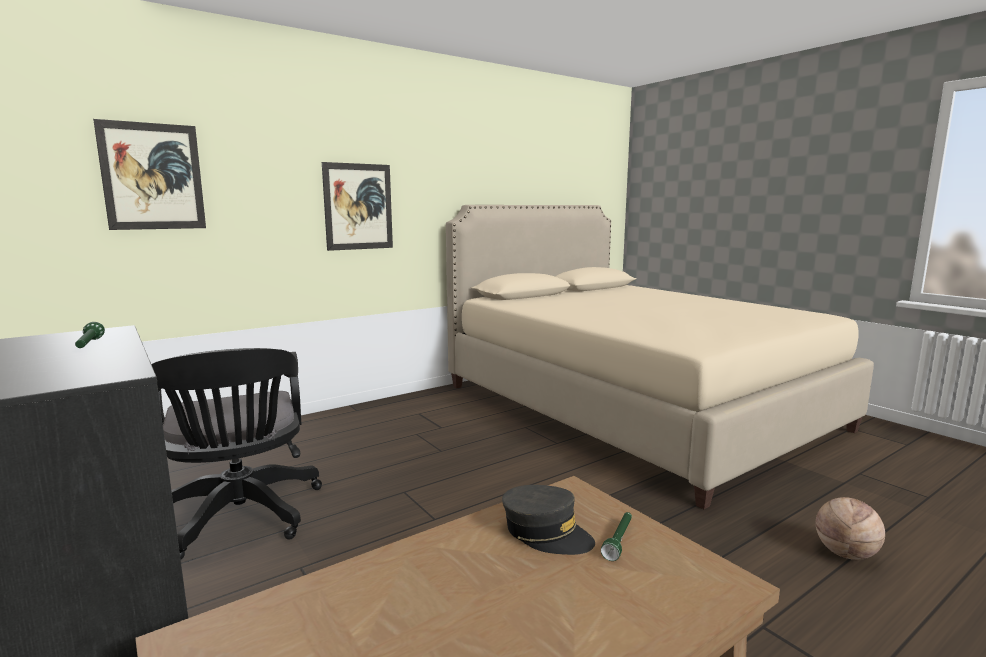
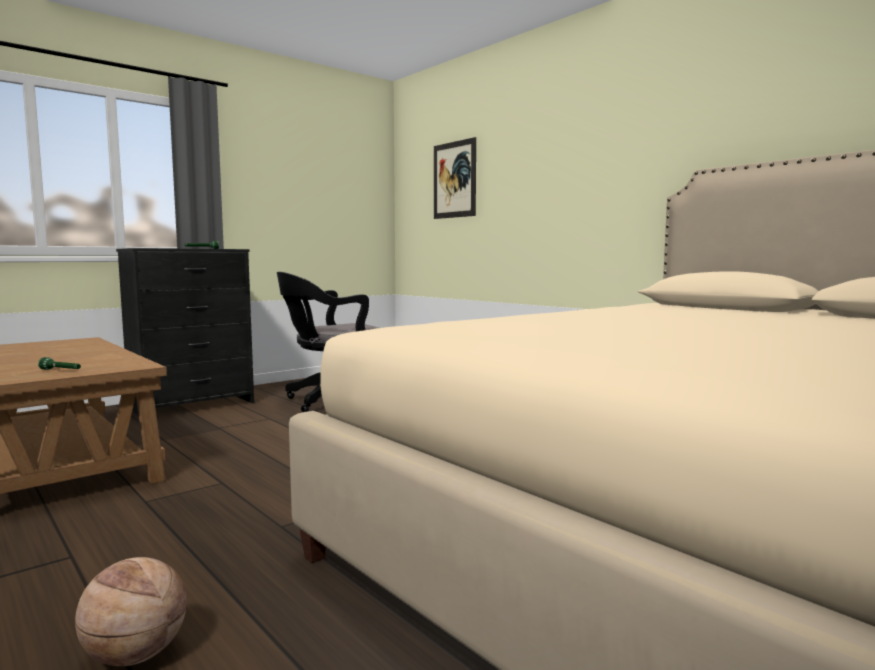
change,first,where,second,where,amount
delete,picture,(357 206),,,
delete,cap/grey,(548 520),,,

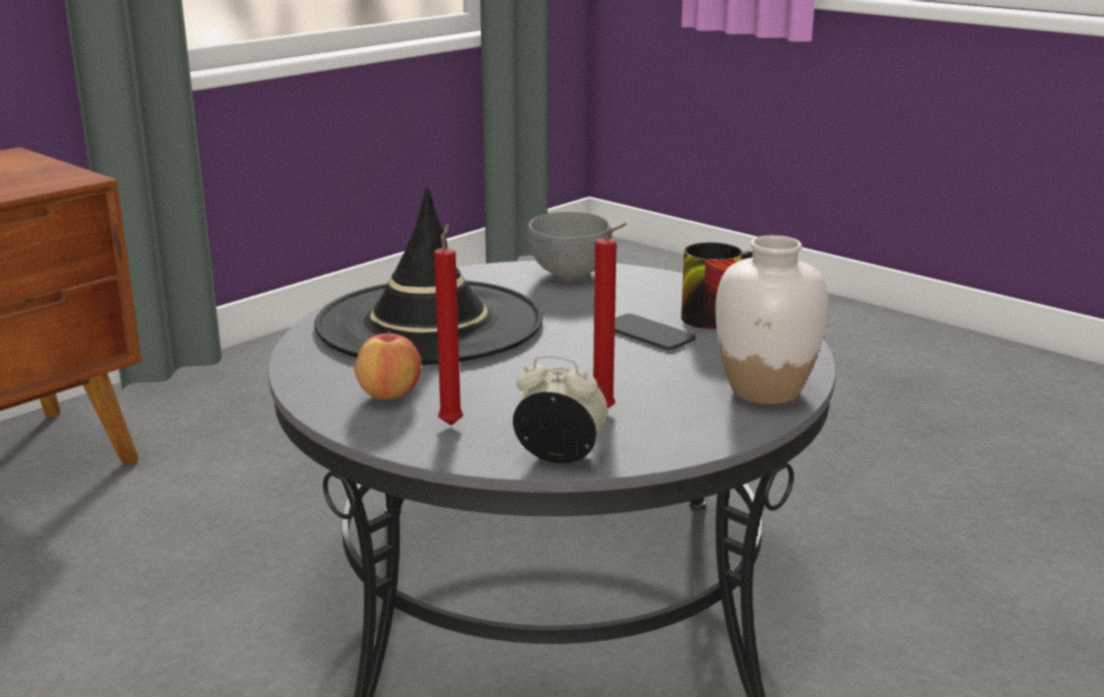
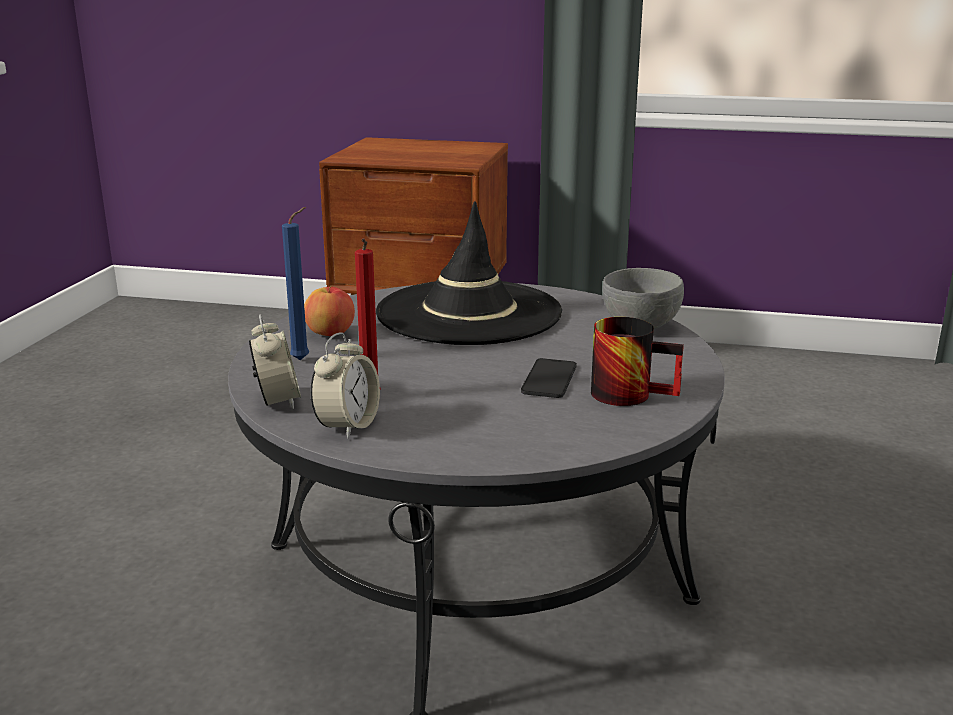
change,first,where,second,where,amount
recolor,candle/red,(448 324),candle/blue,(295 283),
insert,,,alarm clock,(345 385),
delete,vase/white,(771 319),,,

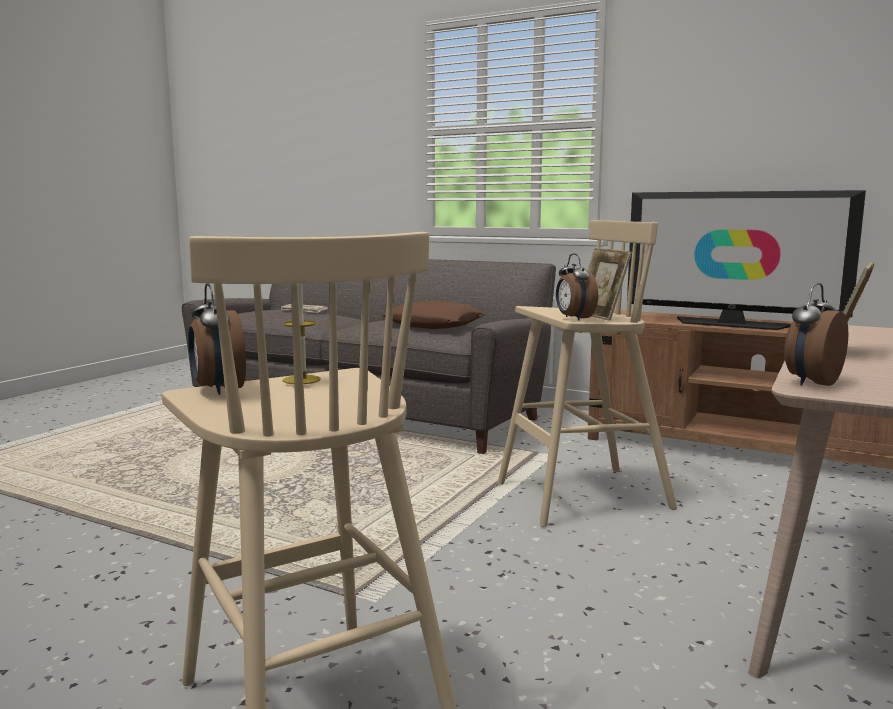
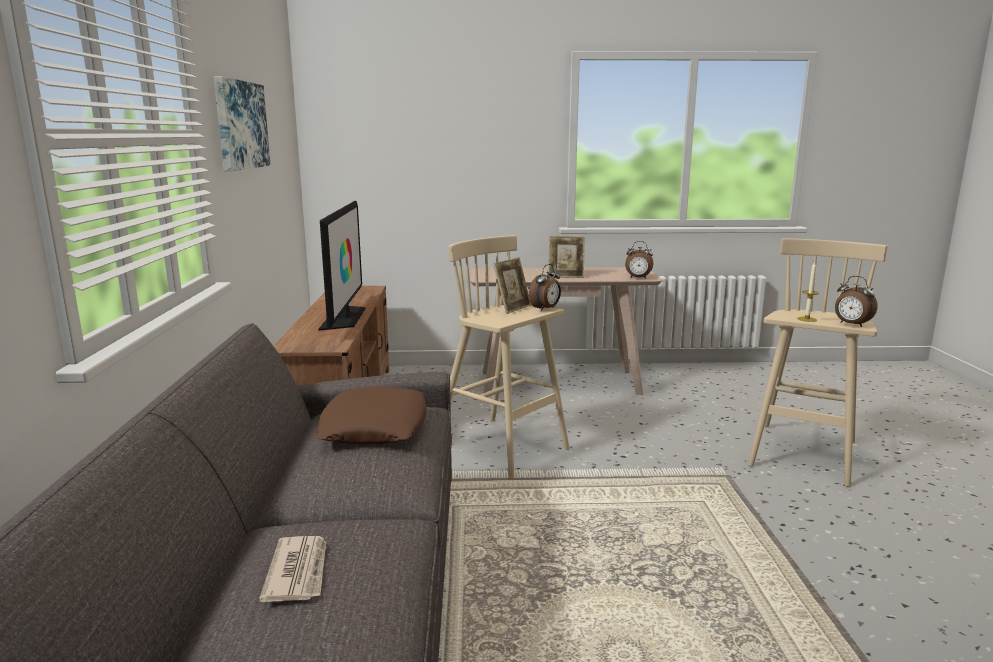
change,first,where,second,where,amount
insert,,,picture,(242 123),
rotate,alarm clock,(217 339),,(856 301),105 degrees clockwise

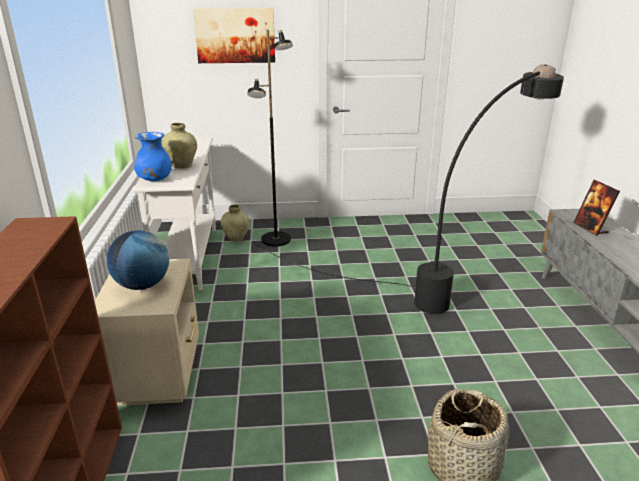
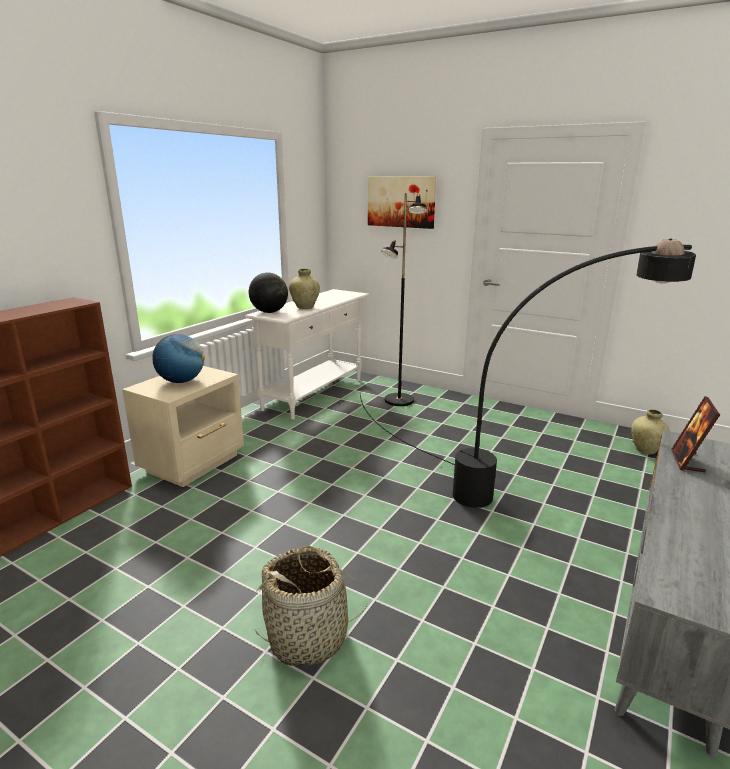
change,first,where,second,where,amount
replace,vase/blue,(153 156),globe,(268 292),
move,vase/beige,(235 223),,(650 431),

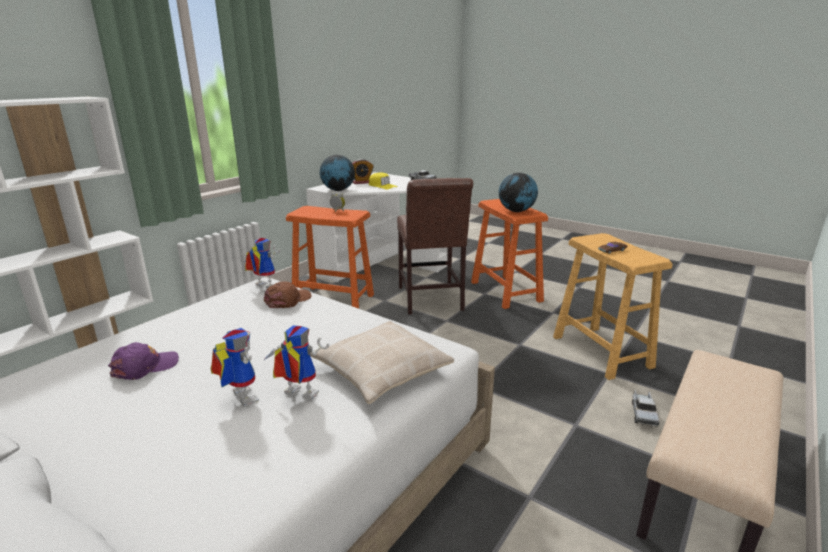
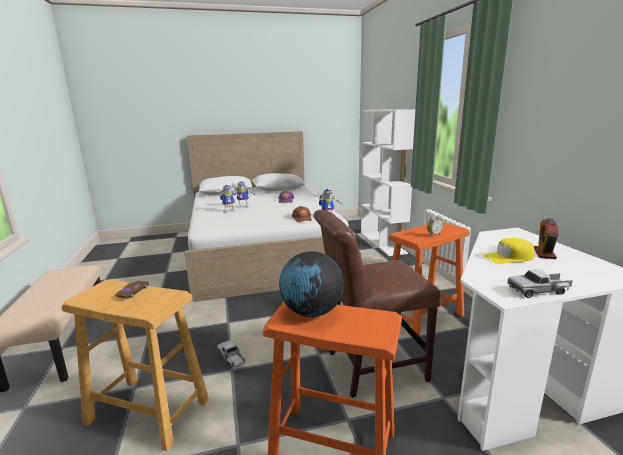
change,first,where,second,where,amount
move,toy truck,(646 408),,(231 354),
rotate,chair/brown,(435 246),,(377 304),45 degrees counterclockwise
delete,pillow/beige,(382 362),,,
delete,globe,(337 173),,,

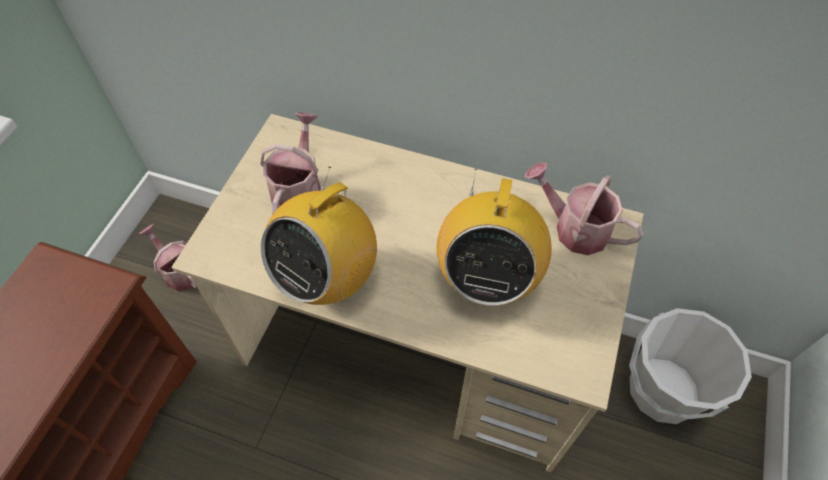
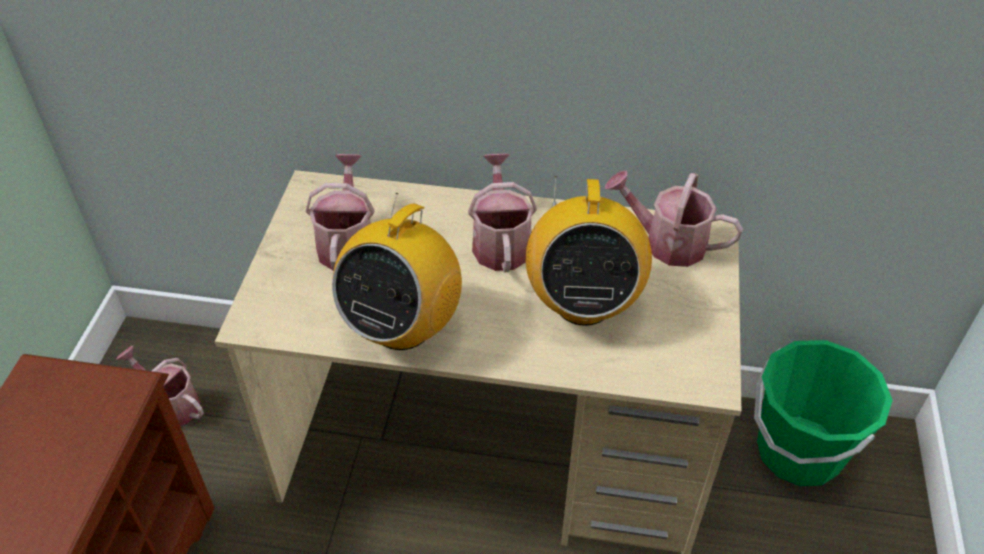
change,first,where,second,where,amount
insert,,,watering can,(502 212),
recolor,bucket/white,(690 366),bucket/green,(823 413),

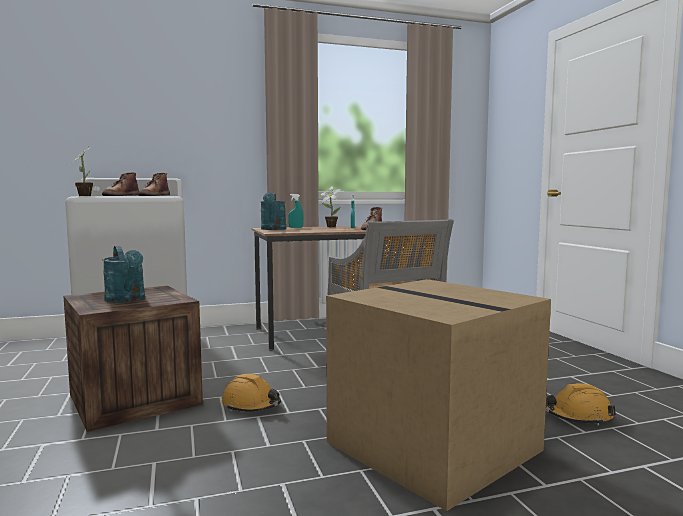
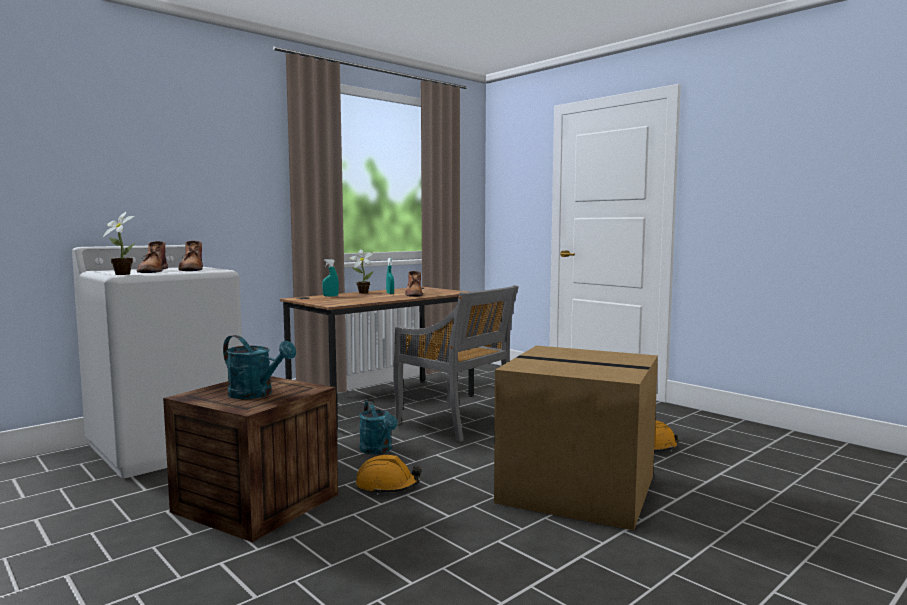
change,first,where,second,where,amount
move,watering can/turquoise,(273 211),,(378 427),

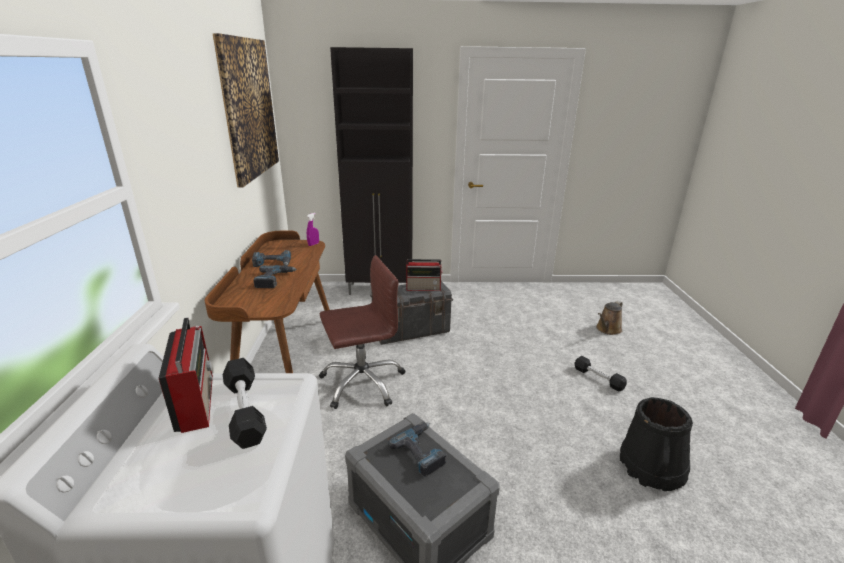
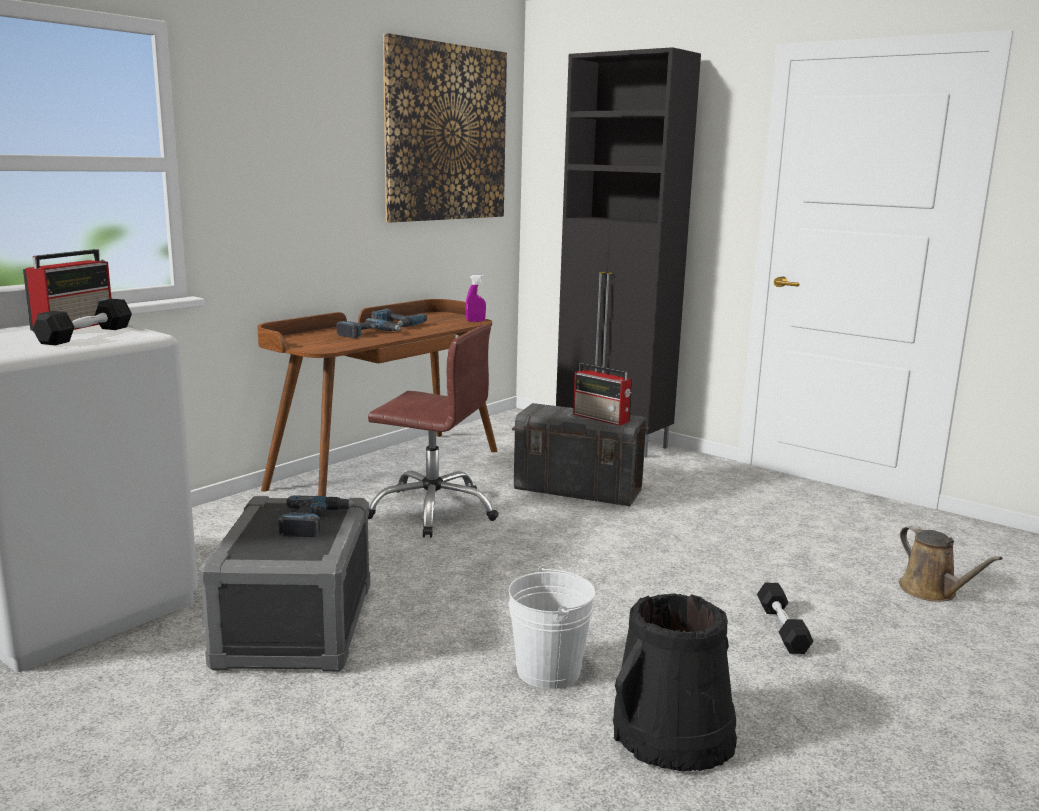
change,first,where,second,where,amount
insert,,,bucket/white,(552 627),
rotate,watering can/brown,(609 318),,(951 563),105 degrees counterclockwise

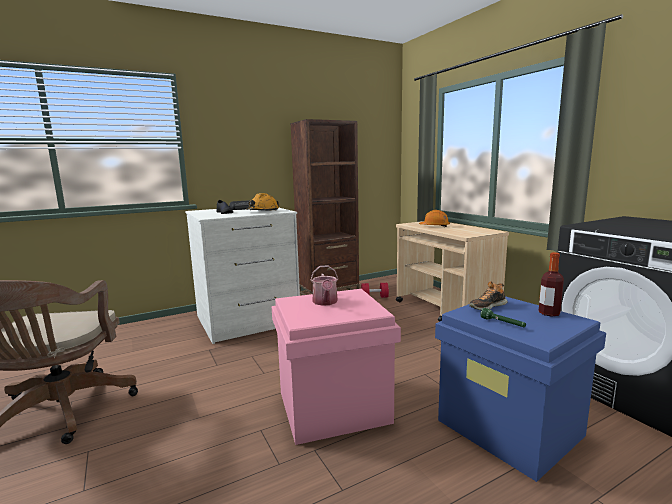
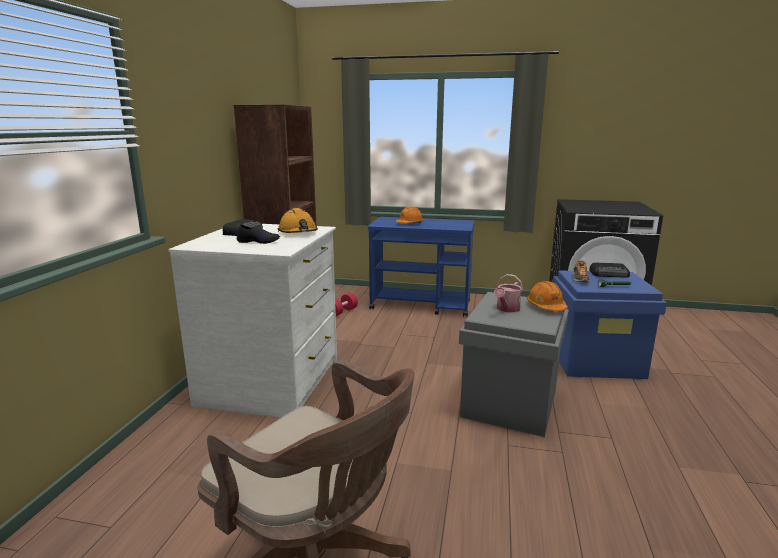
change,first,where,second,where,amount
recolor,cart/beige,(452 271),cart/blue,(421 267),
recolor,storage box/pink,(336 367),storage box/grey,(514 364),
rotate,watering can,(324 285),,(508 293),90 degrees clockwise
insert,,,hard hat/orange,(547 296),
replace,bottle,(551 284),radio,(609 270),

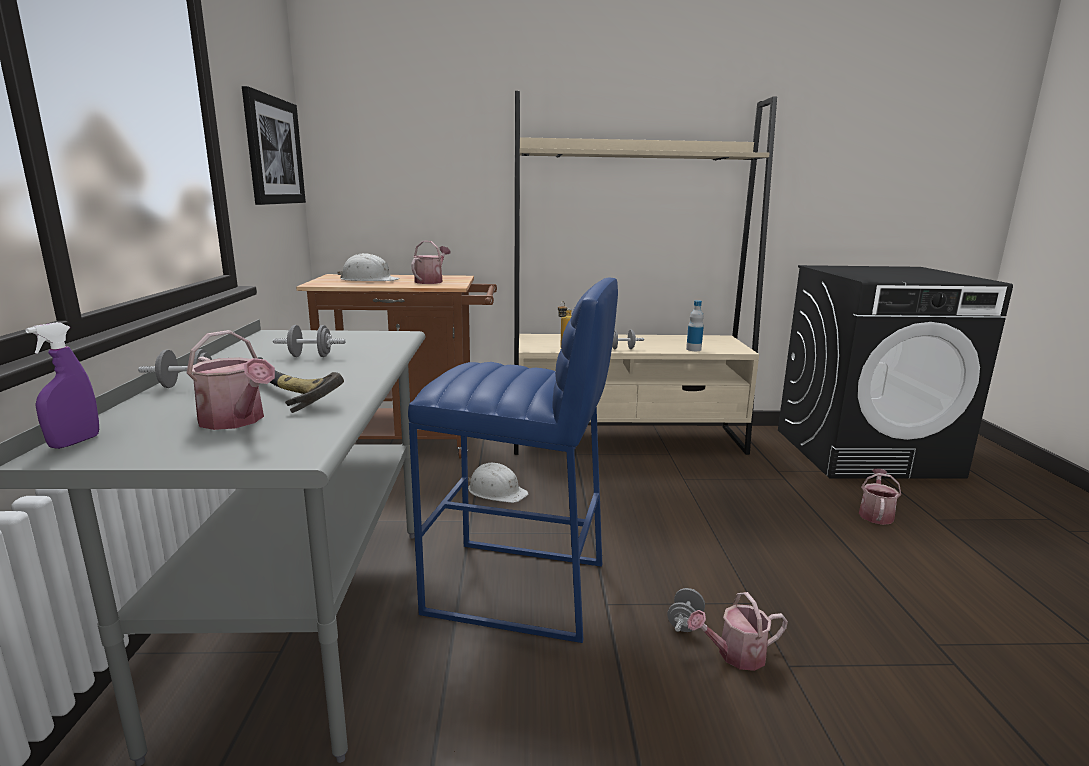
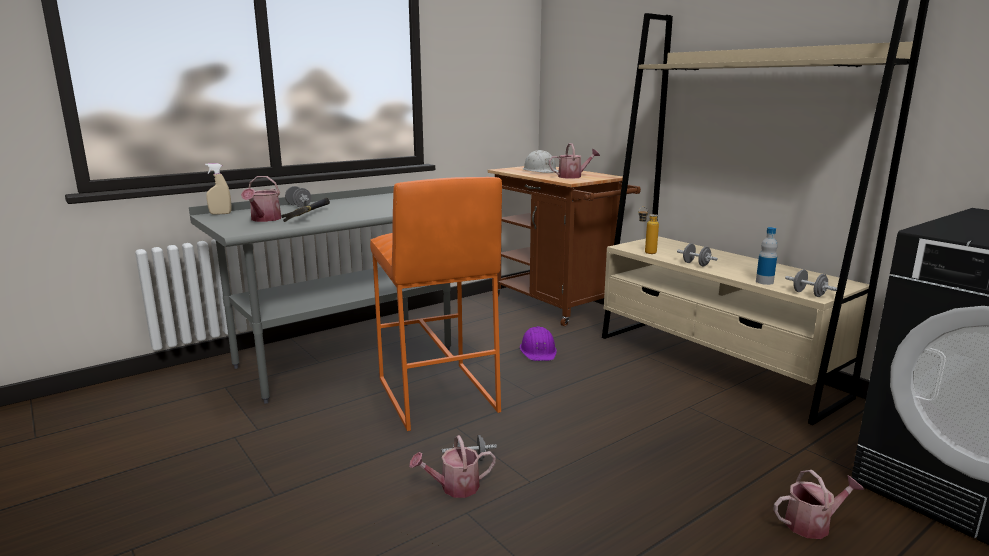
change,first,where,second,where,amount
recolor,spray bottle/purple,(62 385),spray bottle/beige,(218 189),
recolor,stool/blue,(513 460),stool/orange,(436 304),
rotate,watering can,(737 631),,(452 466),60 degrees counterclockwise
recolor,hard hat/white,(498 483),hard hat/purple,(538 343),
move,dumbbell/grey,(309 341),,(811 283),
delete,picture,(274 145),,,

